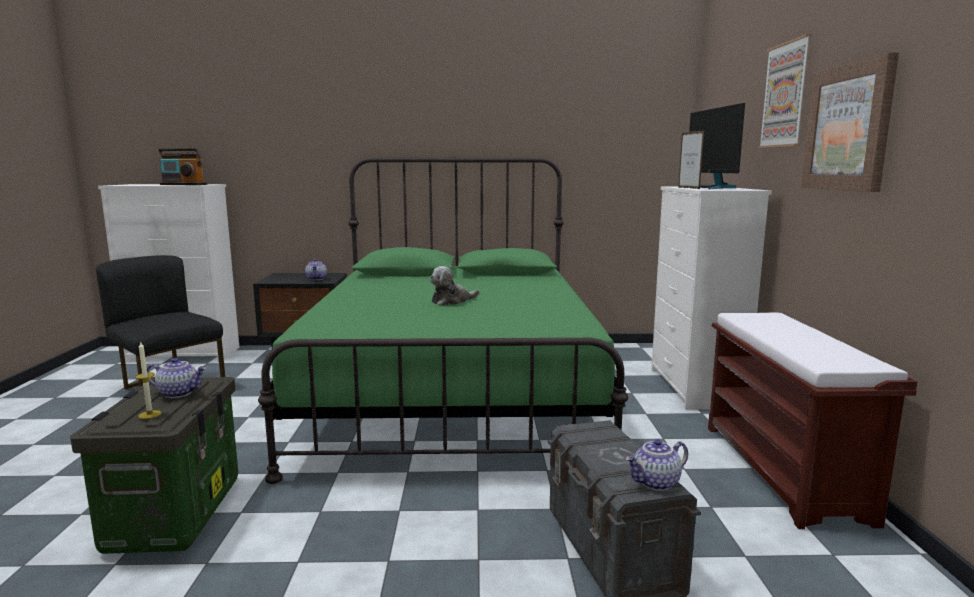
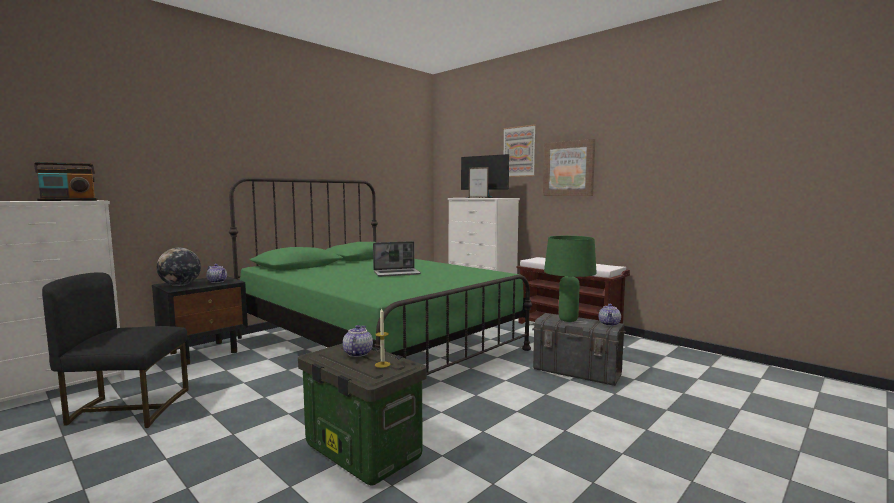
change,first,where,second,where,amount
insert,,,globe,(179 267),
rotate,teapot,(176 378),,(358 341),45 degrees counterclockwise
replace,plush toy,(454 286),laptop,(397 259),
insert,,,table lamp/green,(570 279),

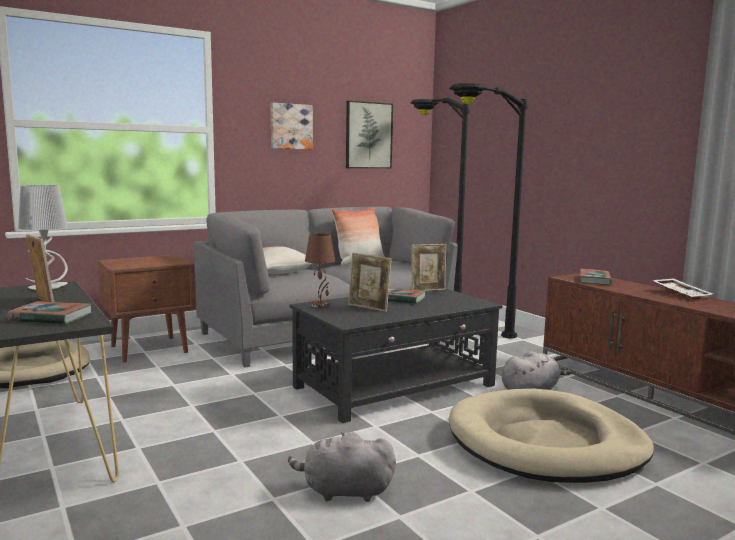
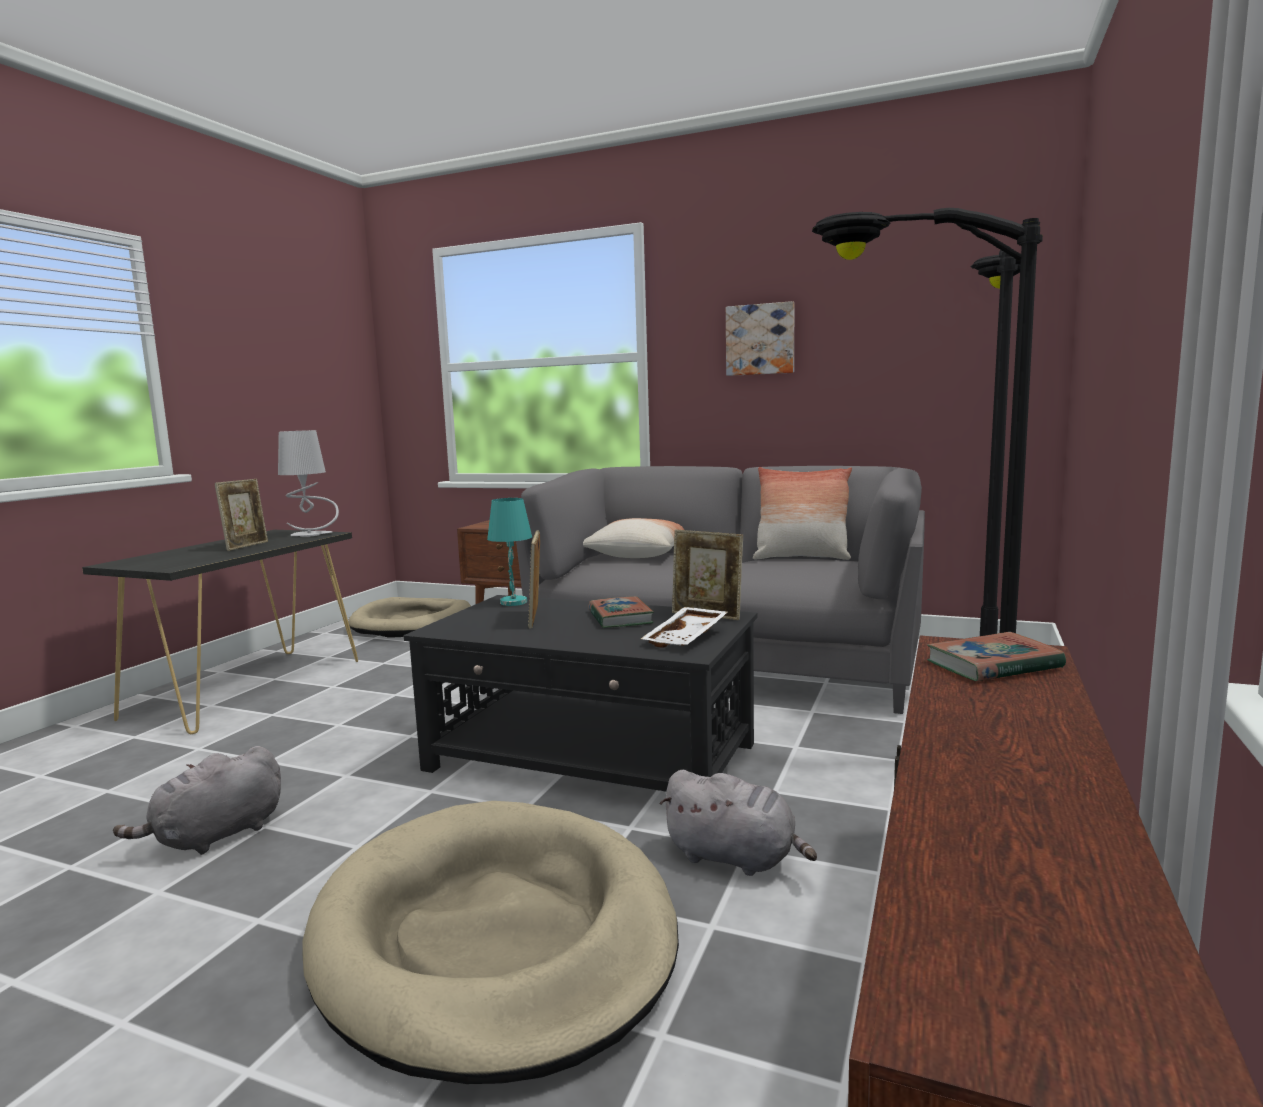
change,first,where,second,where,amount
rotate,plush toy/grey,(342 467),,(197 800),105 degrees counterclockwise
recolor,table lamp/brown,(320 270),table lamp/turquoise,(509 552),
move,tray/white,(682 289),,(684 627),
delete,book,(49 312),,,
delete,picture,(369 134),,,

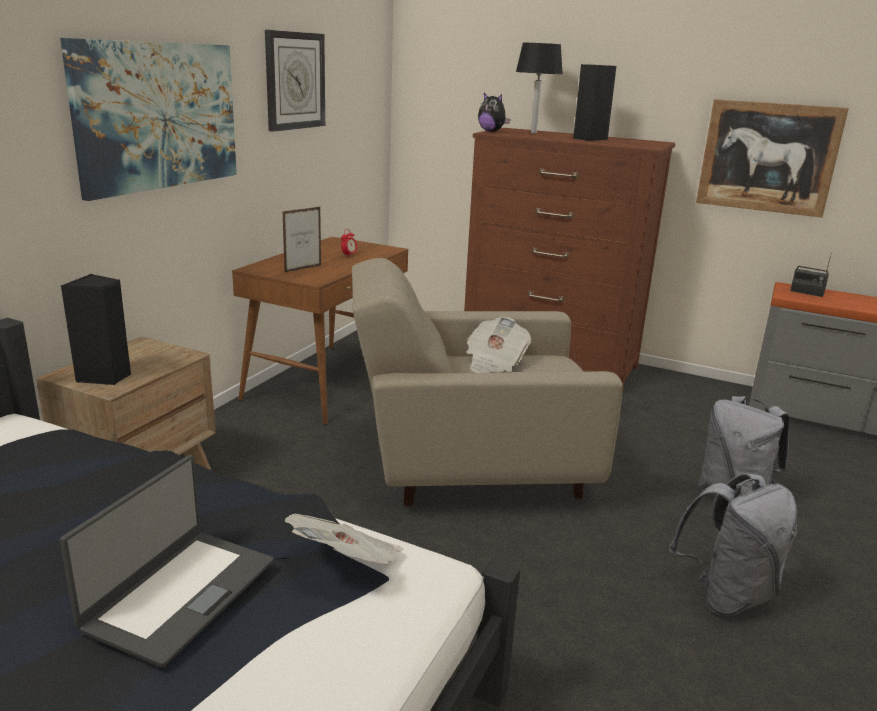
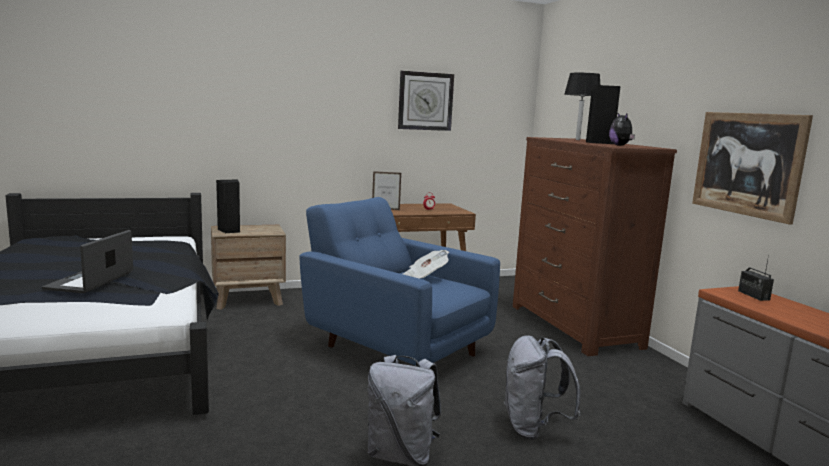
change,first,where,second,where,amount
rotate,laptop,(167 561),,(87 261),120 degrees clockwise
recolor,armchair/beige,(487 382),armchair/blue,(399 281),
move,plush toy,(494 112),,(622 129),
delete,picture,(148 119),,,
delete,newspaper,(344 539),,,

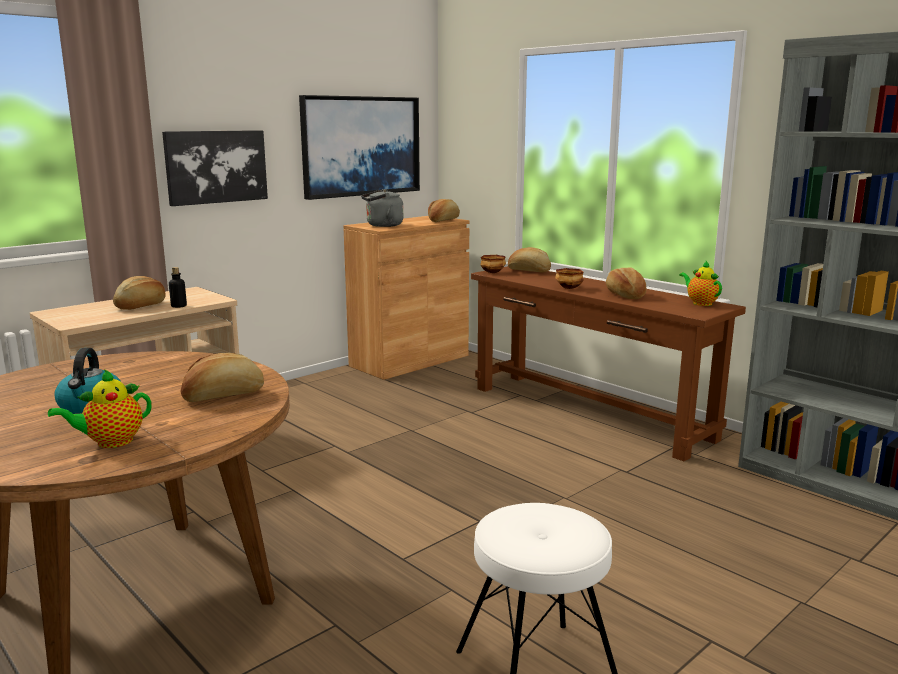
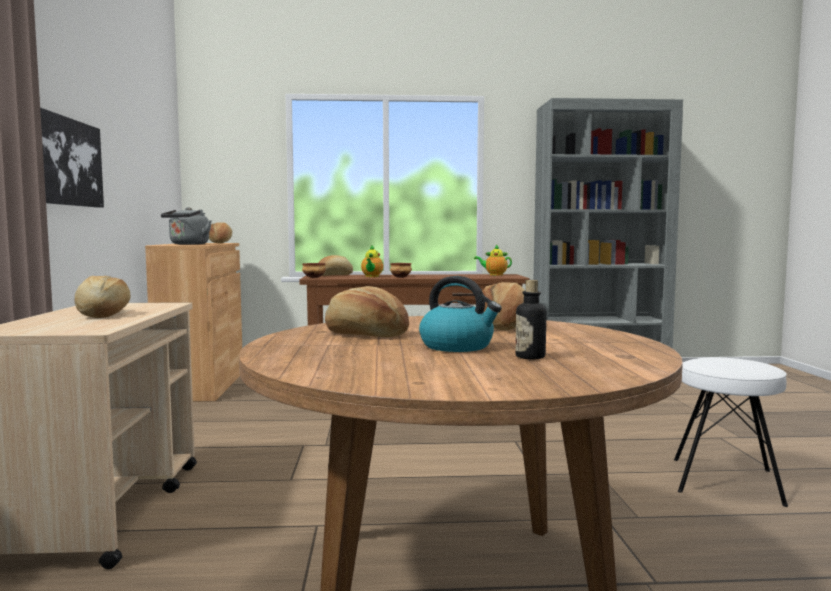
change,first,where,second,where,amount
move,bread,(626 283),,(367 311),
move,teapot,(99 408),,(372 261),
move,bottle,(178 287),,(531 319),
delete,picture,(359 147),,,

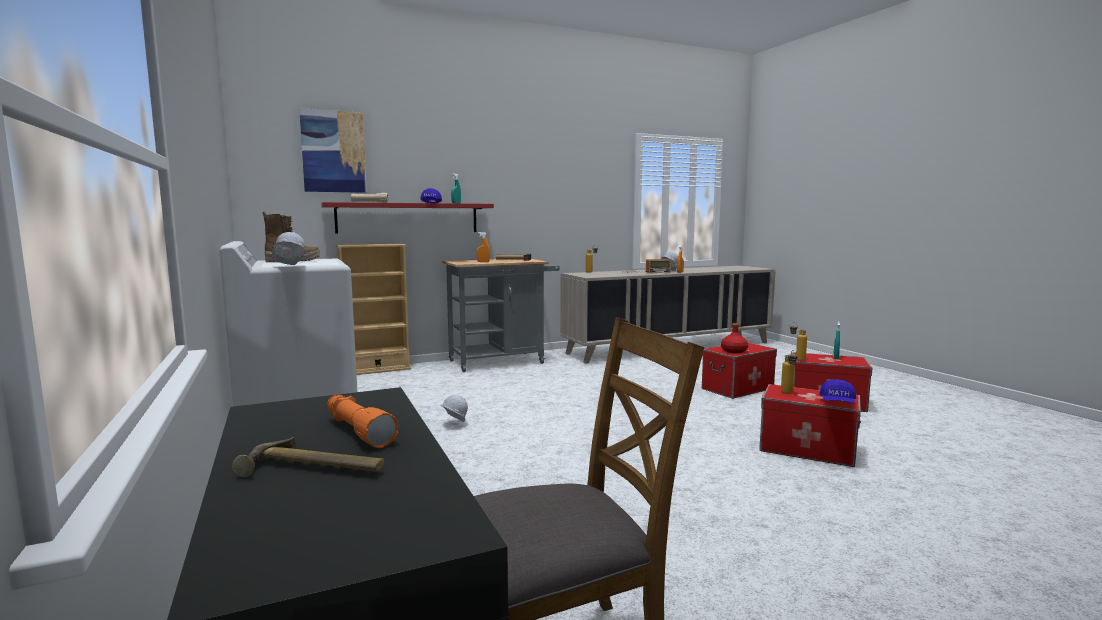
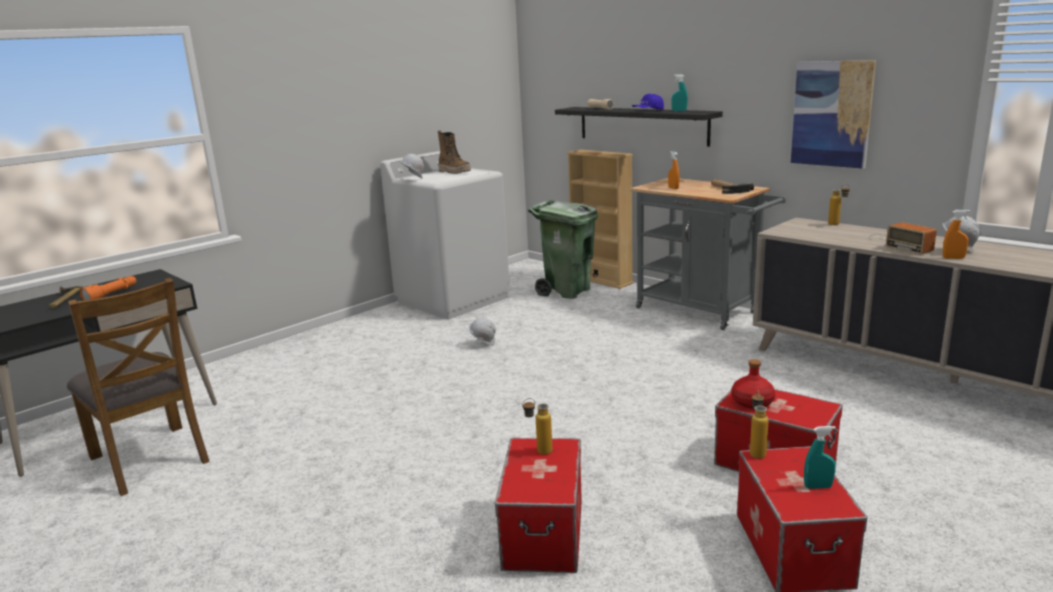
change,first,where,second,where,amount
insert,,,trash can/green,(563 249),
recolor,shelf/red,(407 218),shelf/black,(639 127),
move,picture,(333 150),,(833 114),
delete,cap/blue,(837 391),,,

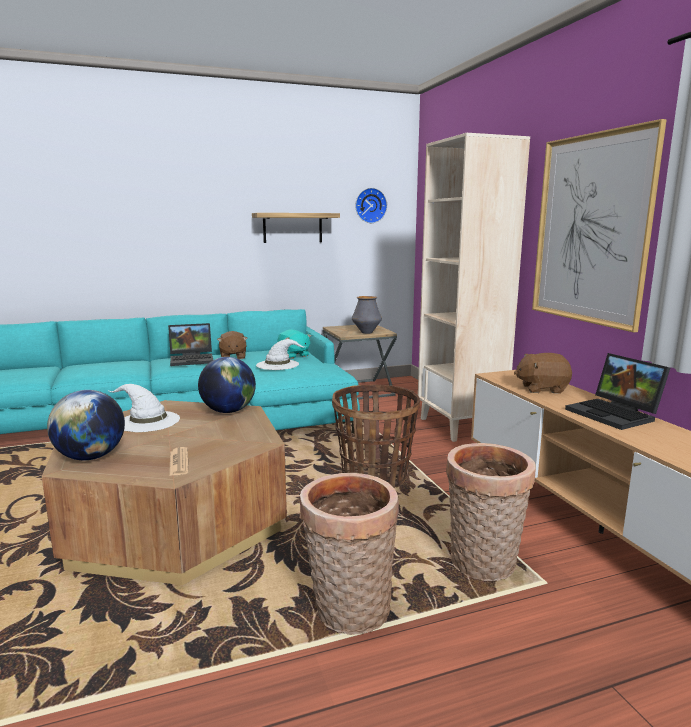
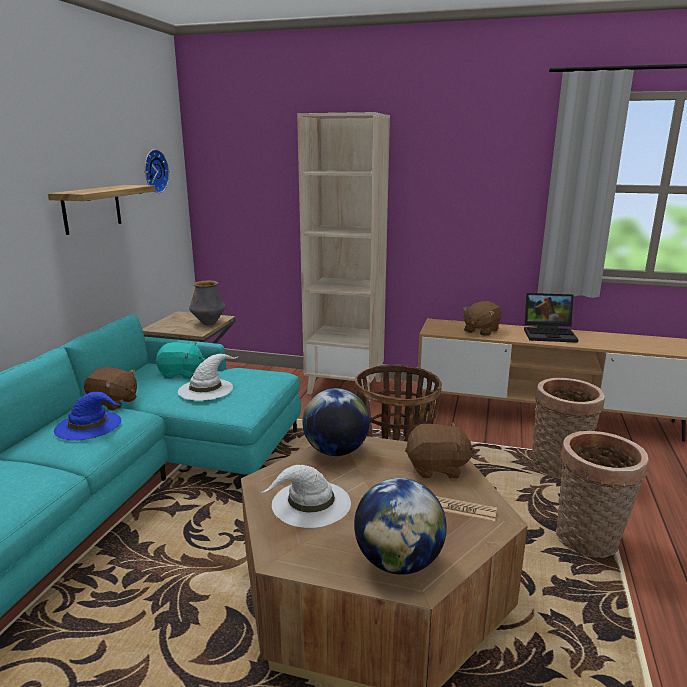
change,first,where,second,where,amount
replace,laptop,(190 344),hat/blue,(87 416),
insert,,,plush toy/brown,(440 450),
delete,picture,(599 225),,,

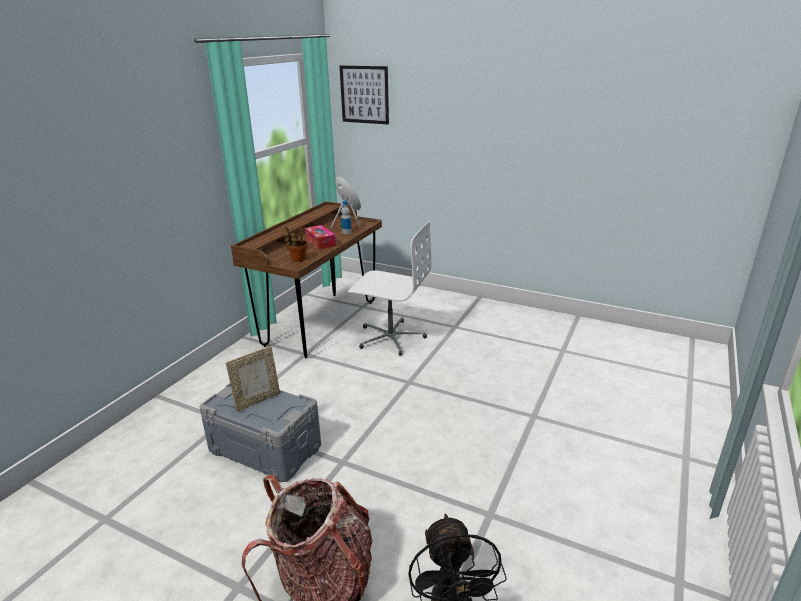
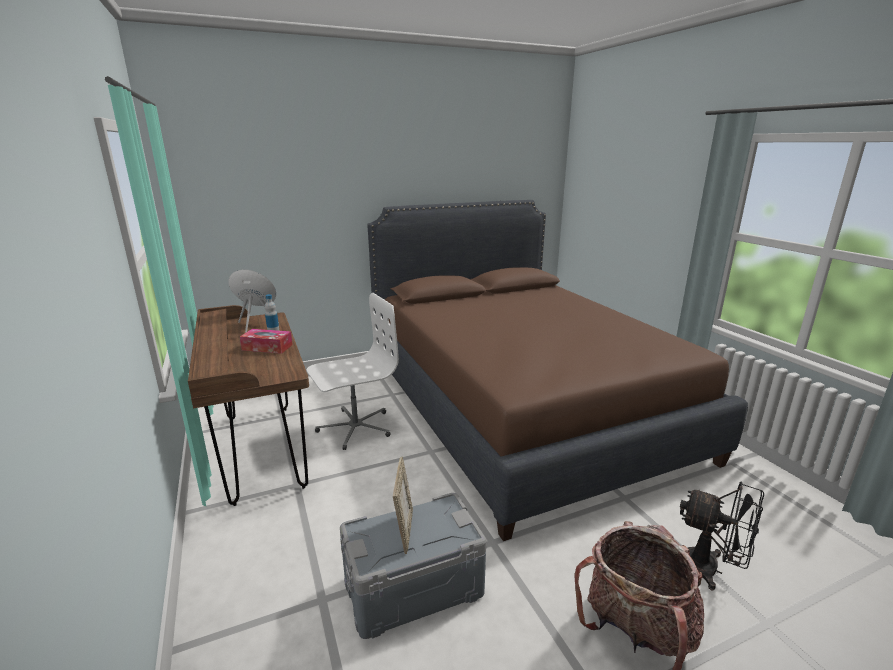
change,first,where,second,where,amount
insert,,,bed/brown,(557 370),
delete,potted plant,(294 244),,,
delete,picture,(364 95),,,

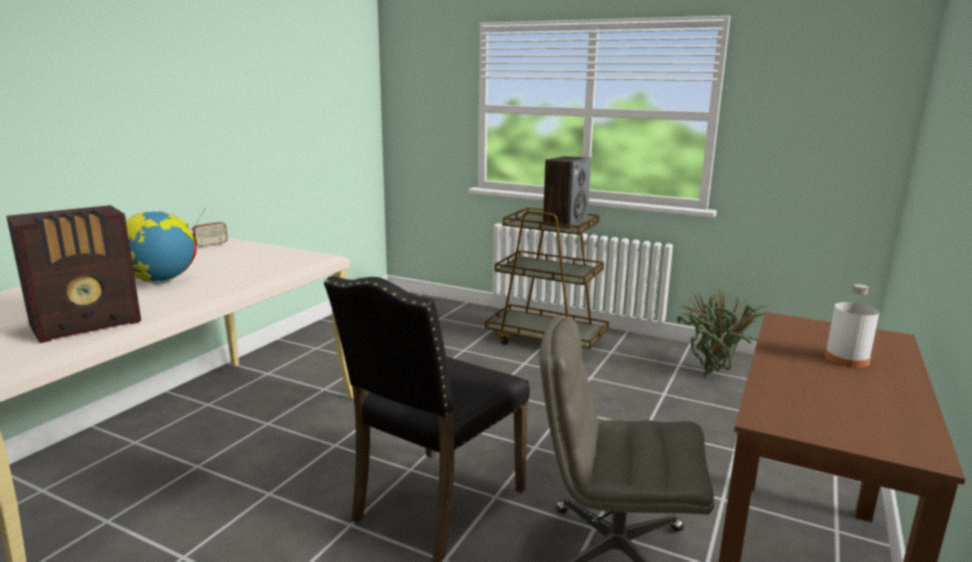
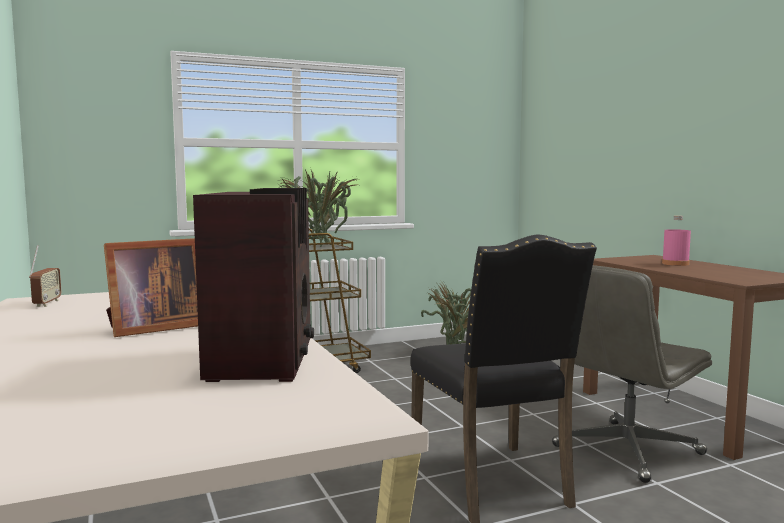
change,first,where,second,where,amount
replace,globe,(161 247),picture frame,(151 287),
replace,speaker,(567 192),potted plant,(319 208),
recolor,bottle/white,(852 326),bottle/pink,(676 241),

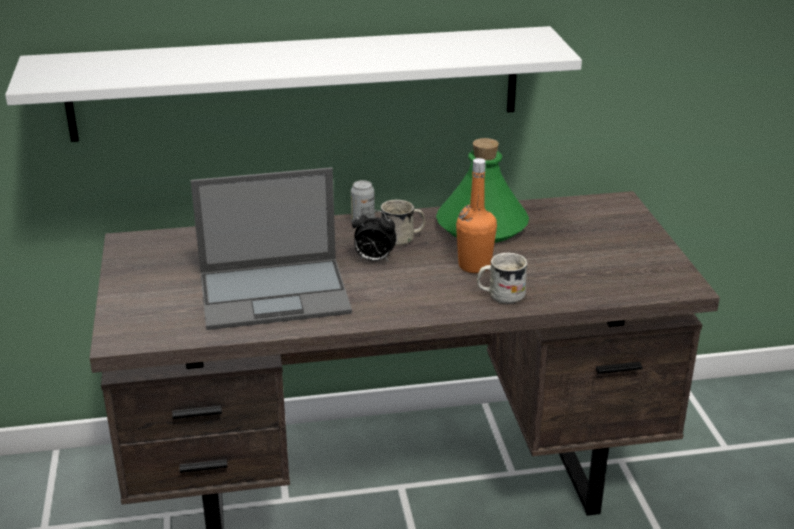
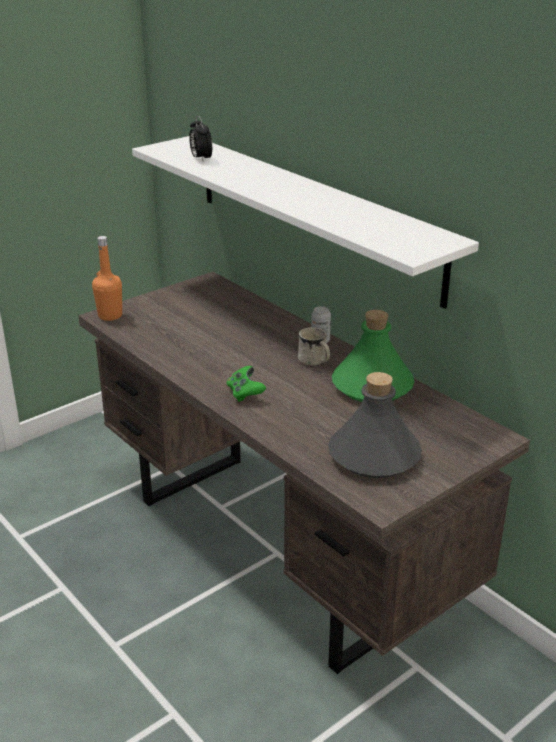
change,first,where,second,where,amount
move,bottle/orange,(476 215),,(107 278),
move,alarm clock,(374 236),,(200 138),
insert,,,game controller/green,(246 384),
insert,,,bottle/grey,(375 425),
delete,laptop,(271 248),,,
delete,mug/white,(502 278),,,

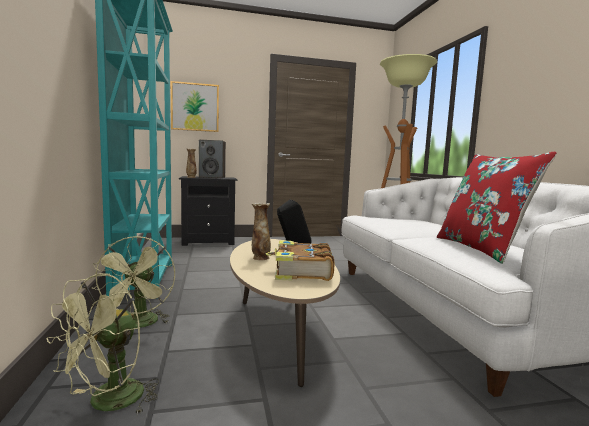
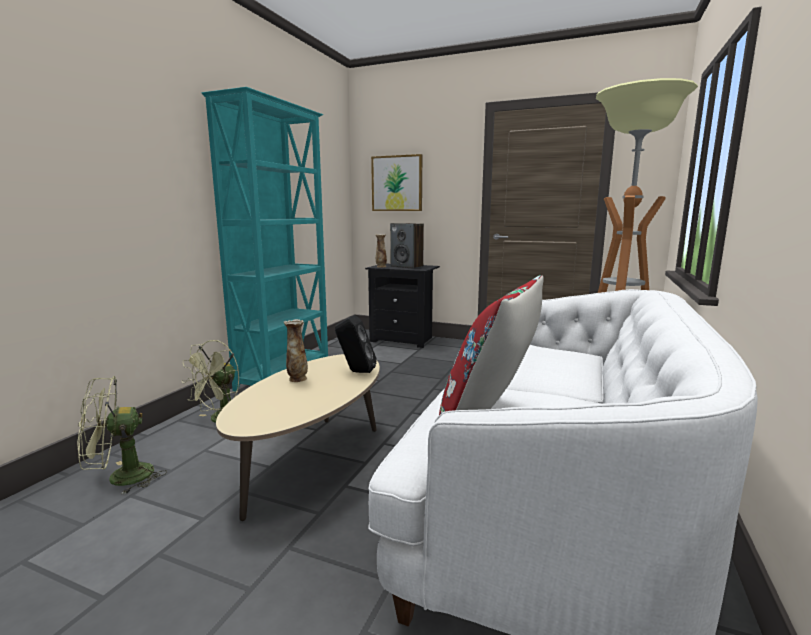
change,first,where,second,where,amount
delete,book,(300 260),,,

